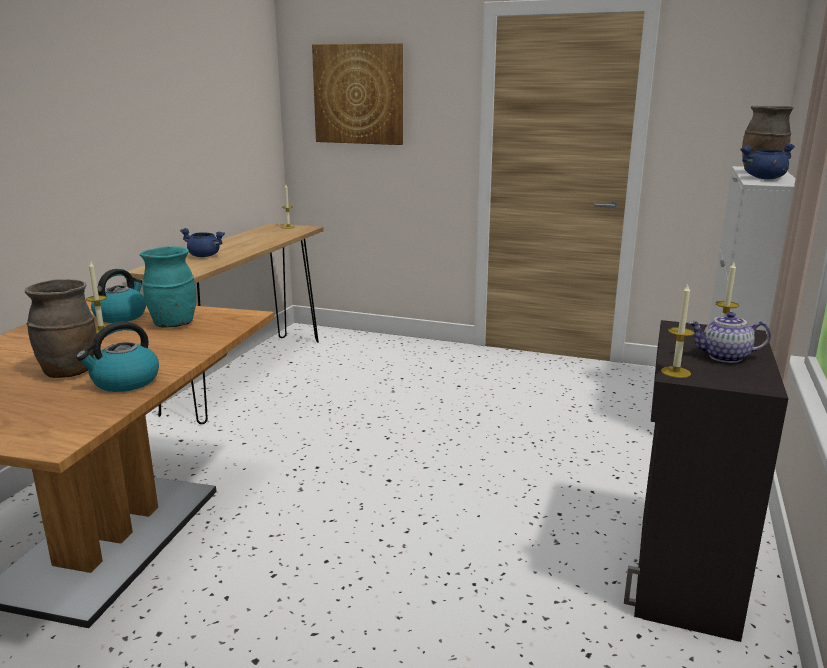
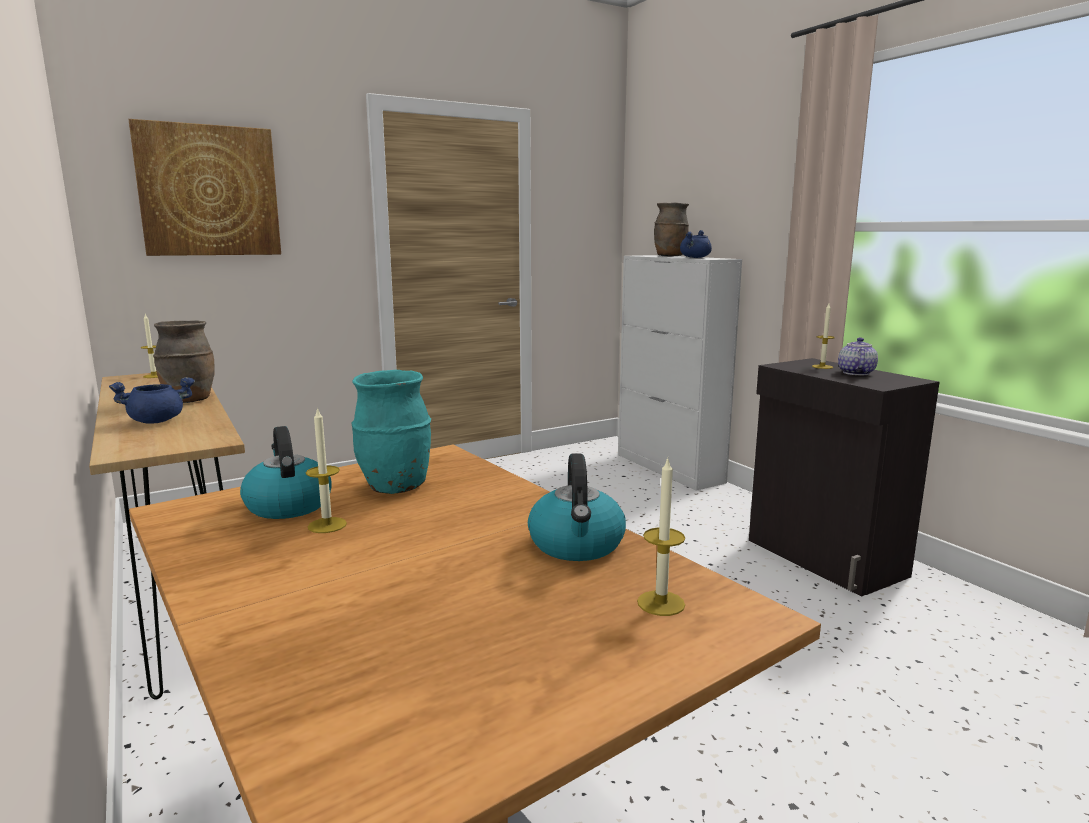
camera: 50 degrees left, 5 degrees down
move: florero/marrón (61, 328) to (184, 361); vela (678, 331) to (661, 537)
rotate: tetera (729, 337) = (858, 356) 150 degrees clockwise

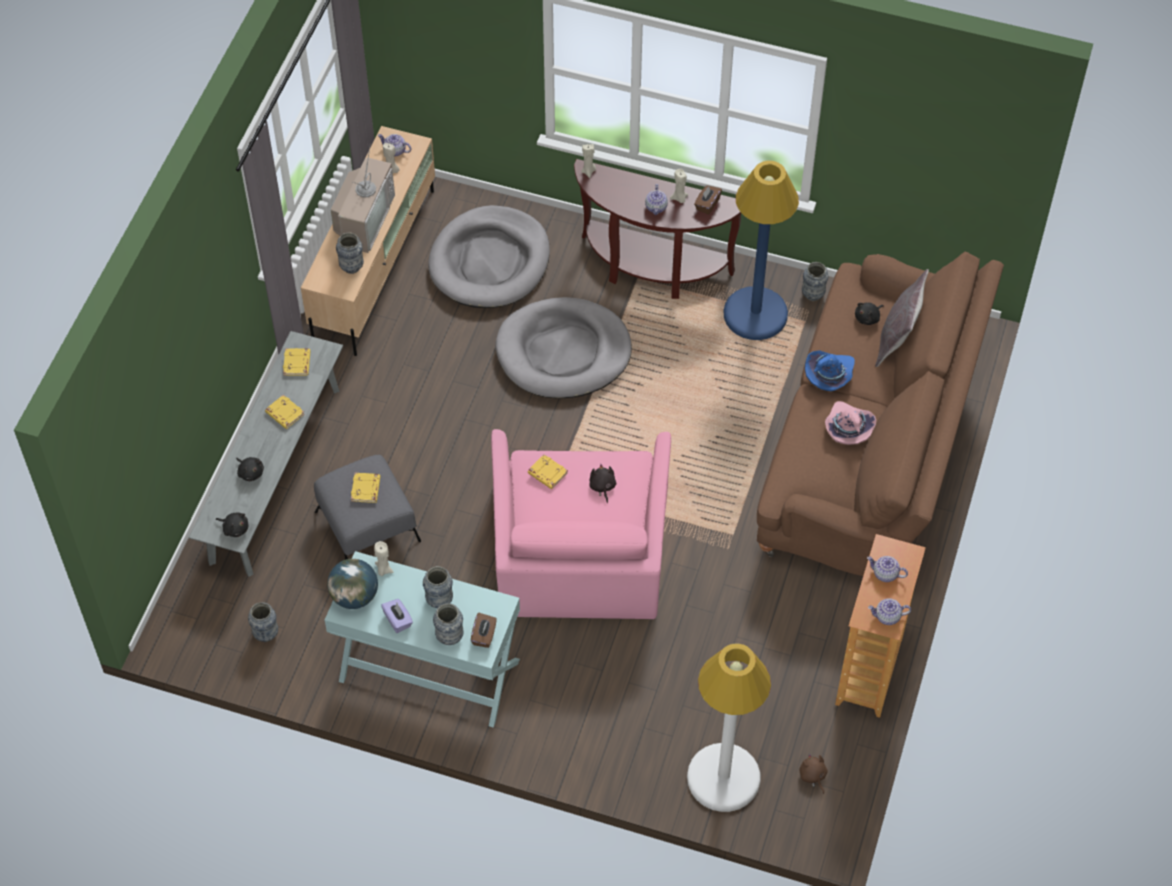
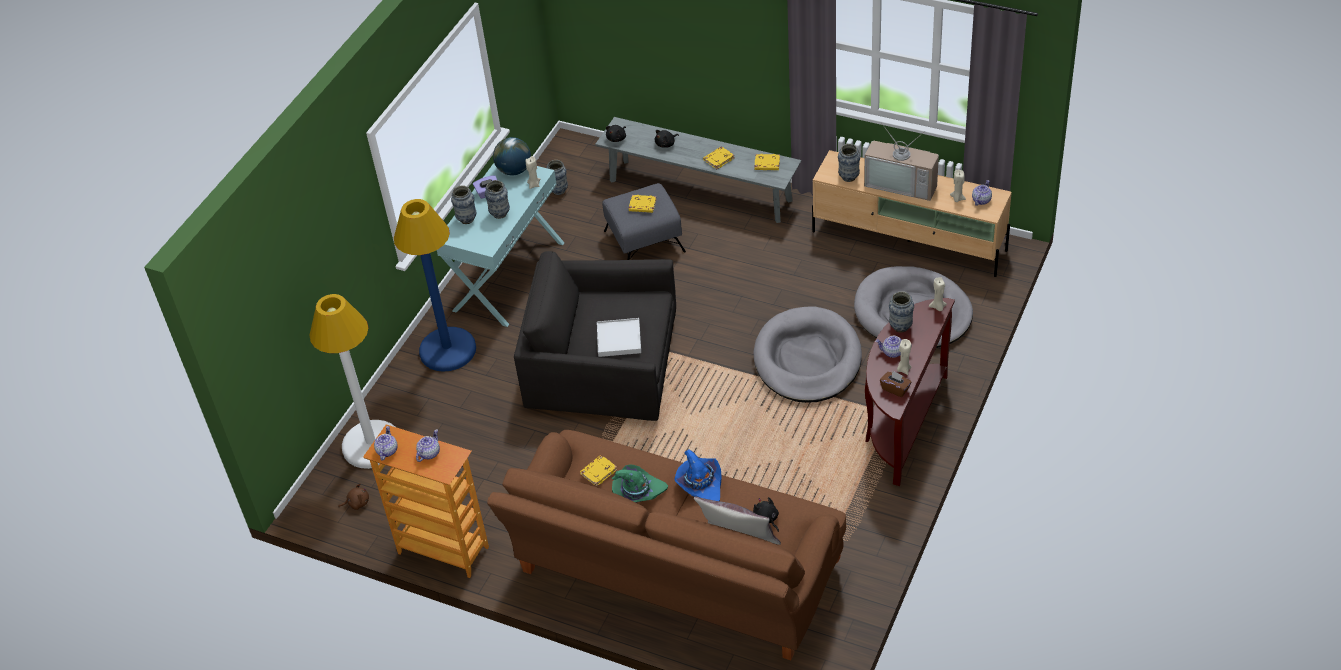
camera: 100 degrees right, 10 degrees down
delete: caja de pañuelos/marrón (484, 630)
move: lámpara de pie/azul (761, 250) to (435, 285); florero (815, 281) to (901, 312); libro/amarillo (548, 471) to (599, 471)
replace: peluche/negro (602, 484) to bandeja/blanco (619, 337)
recolor: sombrero/rosa (851, 423) to sombrero/verde (640, 483); sillón/rosa (581, 524) to sillón/negro (595, 336)

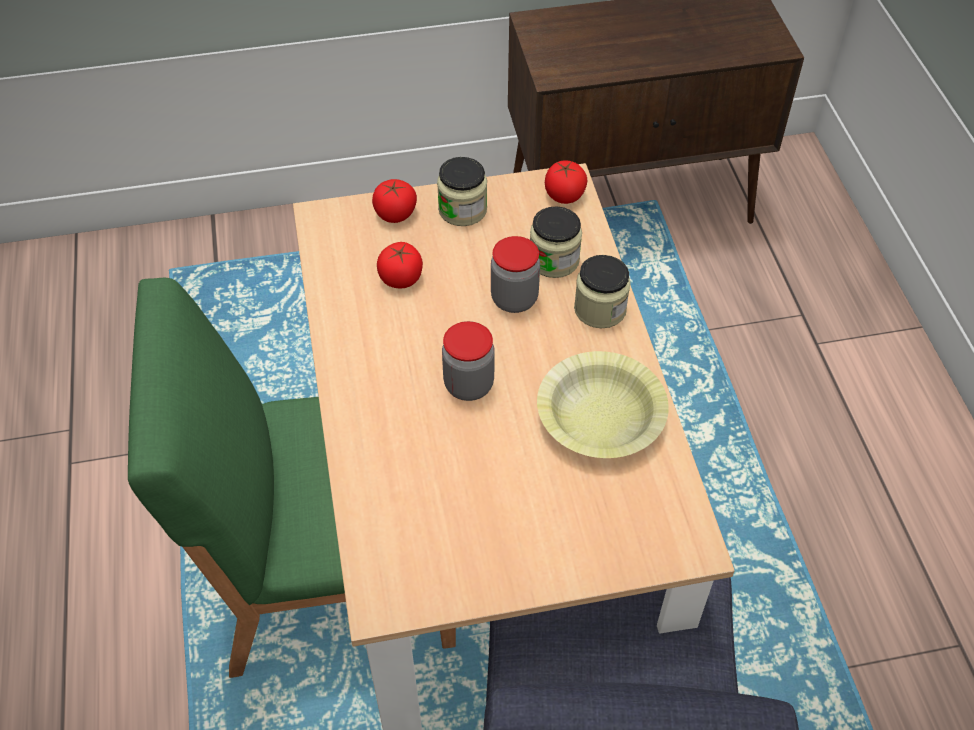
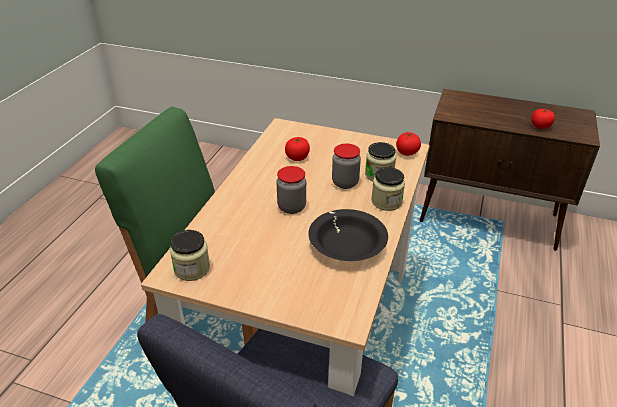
camera: 30 degrees right, 15 degrees down
move: tarro (462, 191) to (190, 255); tomate (394, 201) to (543, 119)
recolor: cuenco/amarillo (603, 404) to cuenco/negro (348, 235)

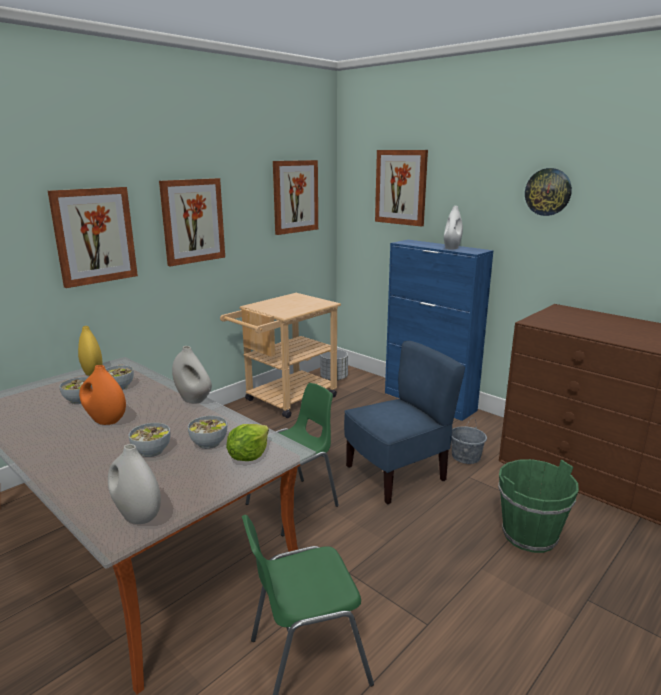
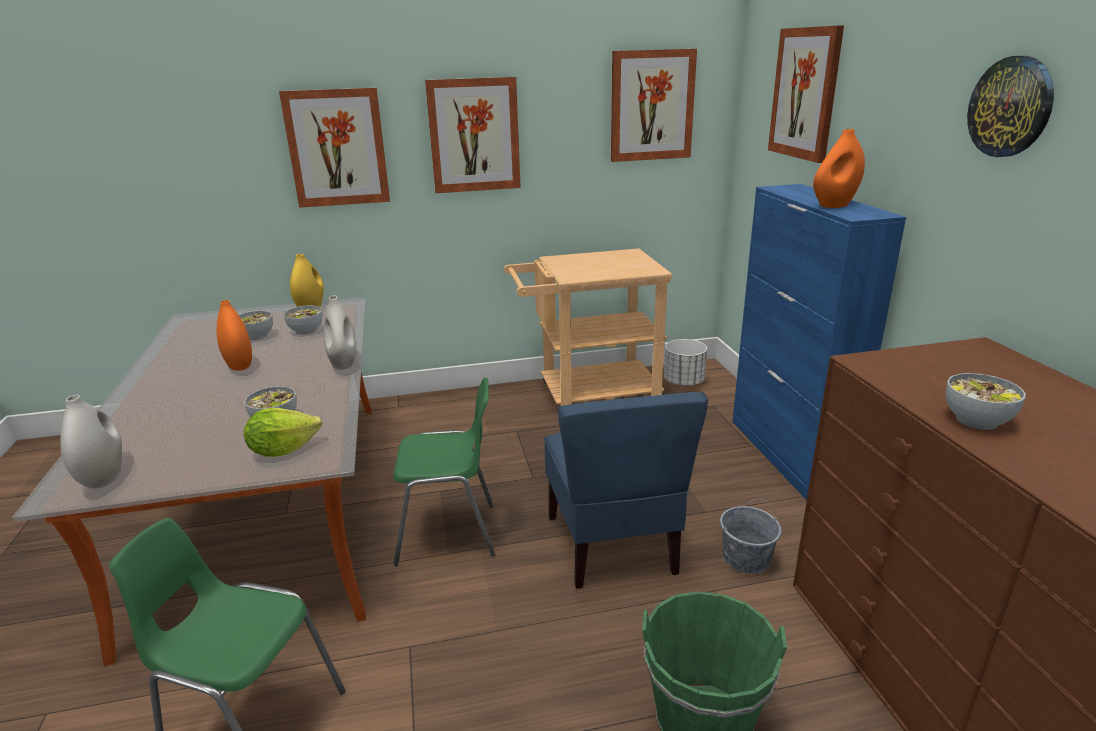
camera: 35 degrees right, 5 degrees up
move: cuenco (149, 440) to (986, 401)
recolor: florero/blanco (453, 228) to florero/naranja (839, 168)
rotate: silla/azul (404, 422) = (626, 490) 75 degrees clockwise

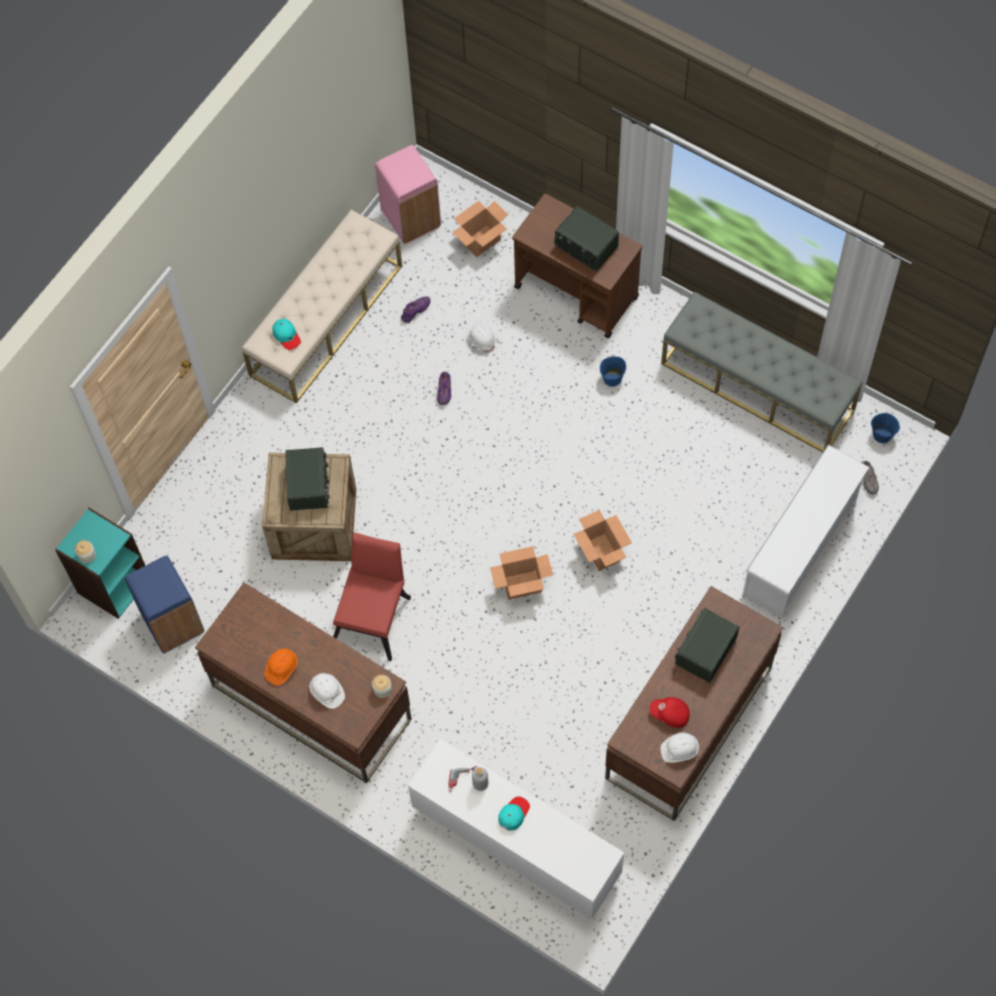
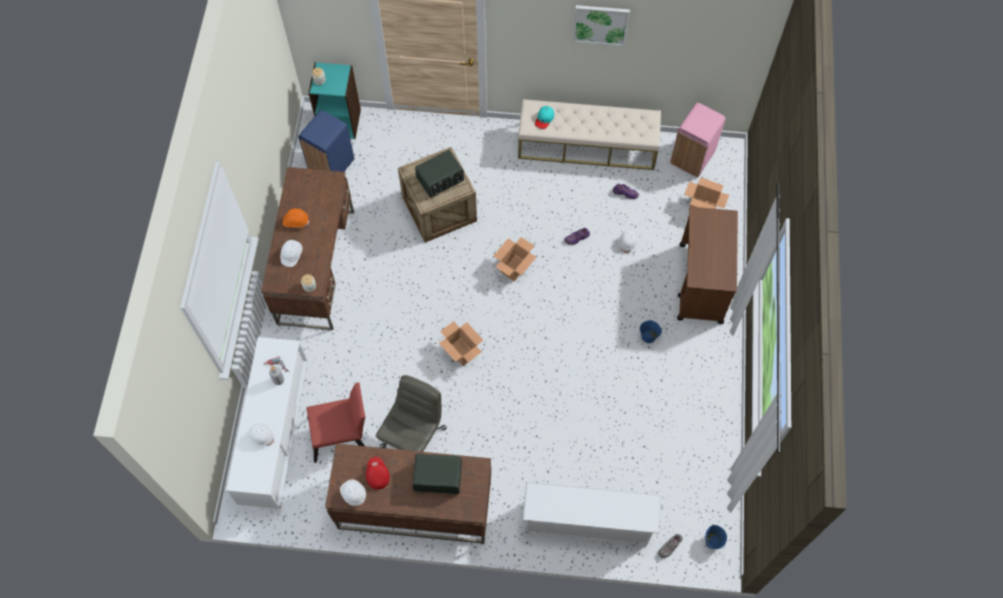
camera: 60 degrees right, 0 degrees up
delete: radio (587, 238); banco/gris (761, 372); gorra/turquesa (514, 814)
insert: cuadro (601, 25); silla de oficina/gris (411, 413); casco/blanco (260, 435)
move: caja de cartón (603, 540) to (515, 259); silla/rojo (372, 596) to (335, 422)

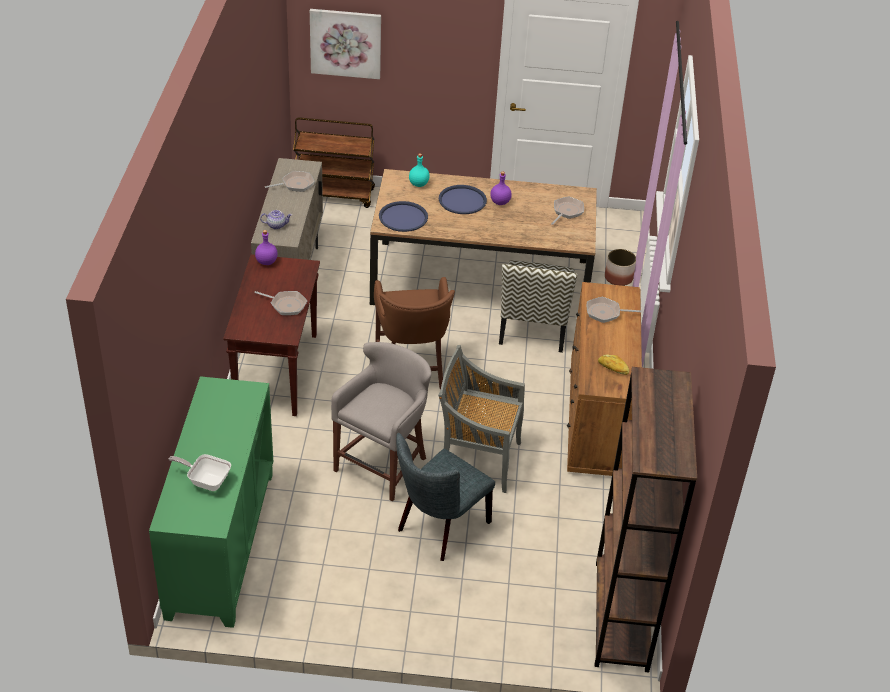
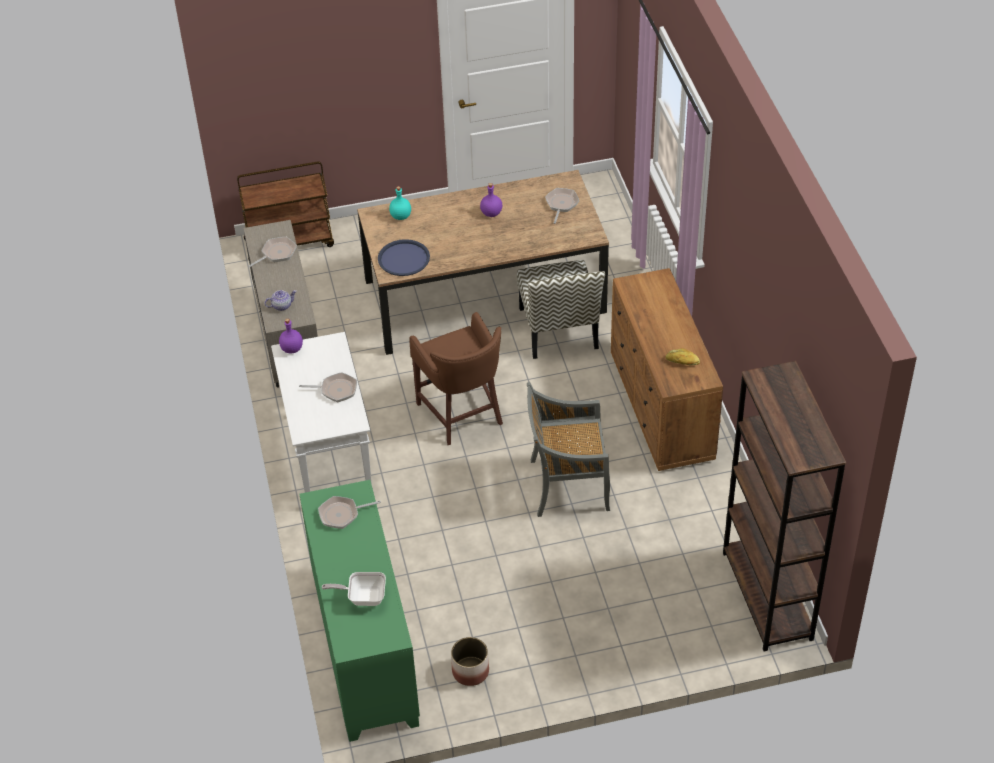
camera: 15 degrees left, 5 degrees up
delete: cuadro (345, 44); bandeja/azul (463, 199); taburete/gris (381, 421); silla/gris (445, 497)
move: maceta (620, 267) to (470, 661); sartén (614, 310) to (349, 512)
recolor: mesa consola/marrón (271, 335) to mesa consola/blanco (321, 412)

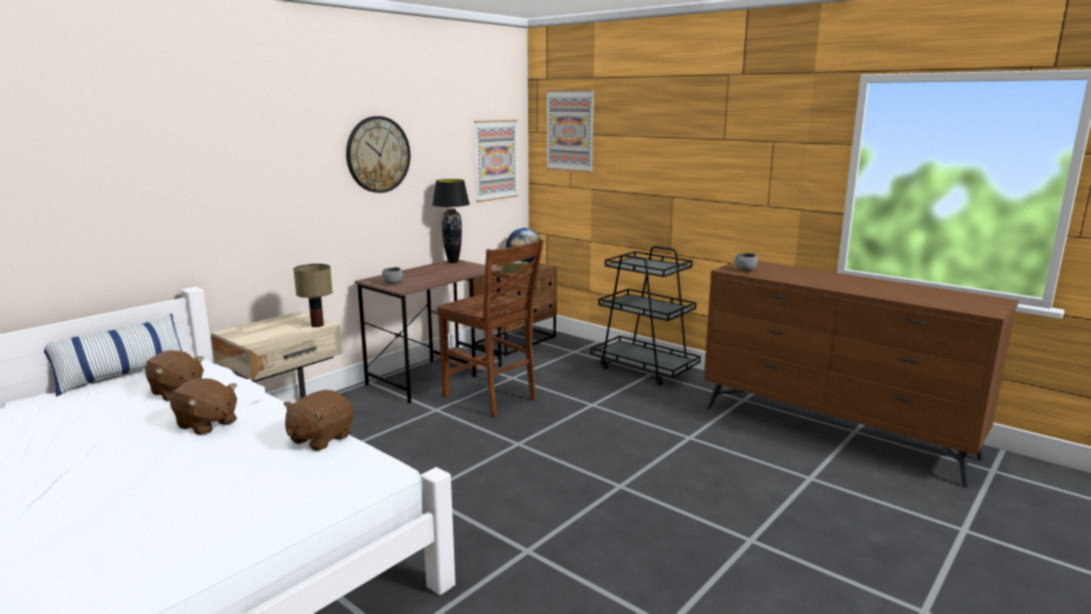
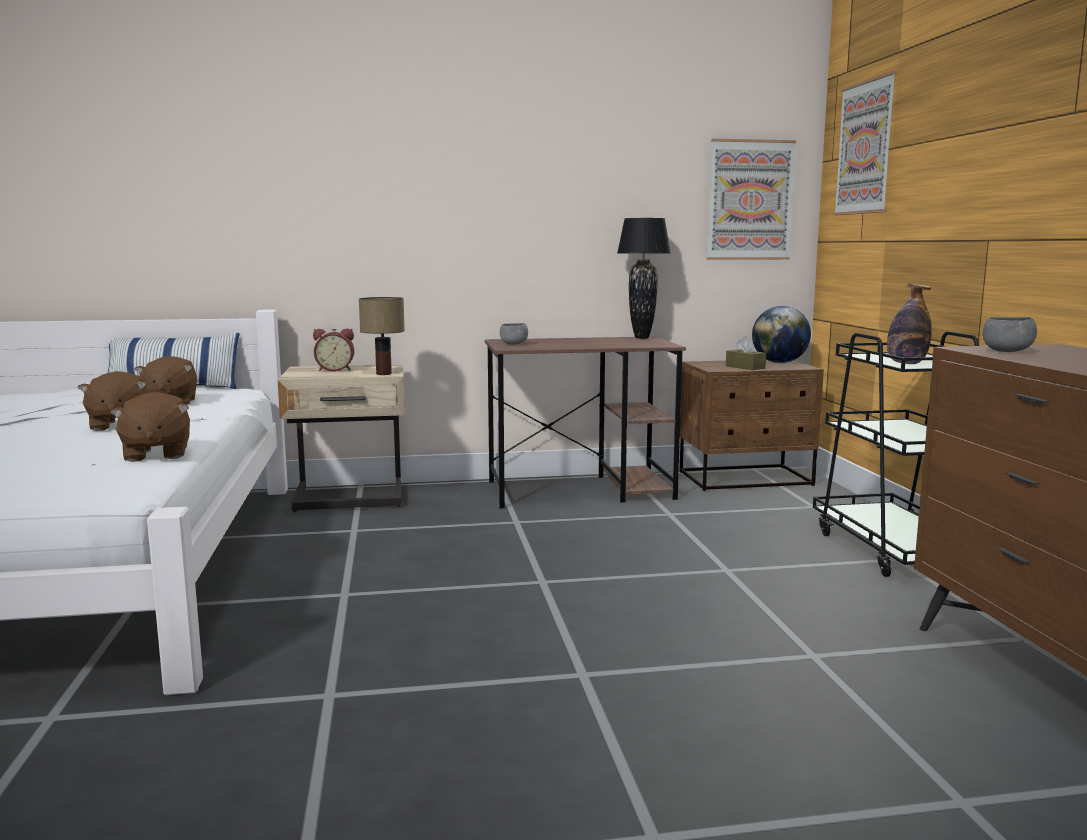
camera: 40 degrees right, 5 degrees down
delete: reloj de pared (378, 154); silla/marrón (490, 328)
insert: botella (909, 324); despertador (333, 350)
rotate: peluche/marrón (318, 420) = (150, 427) 90 degrees counterclockwise

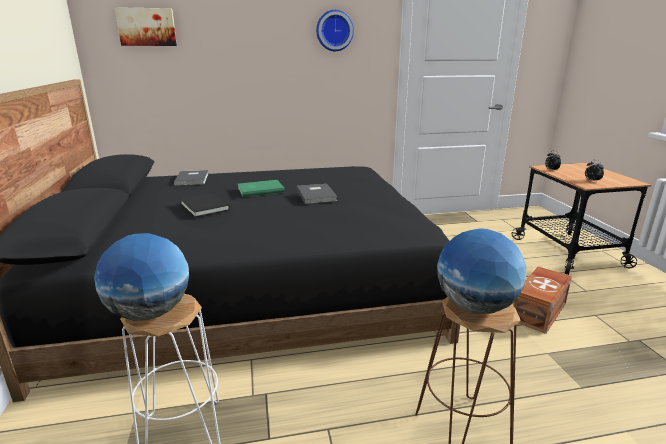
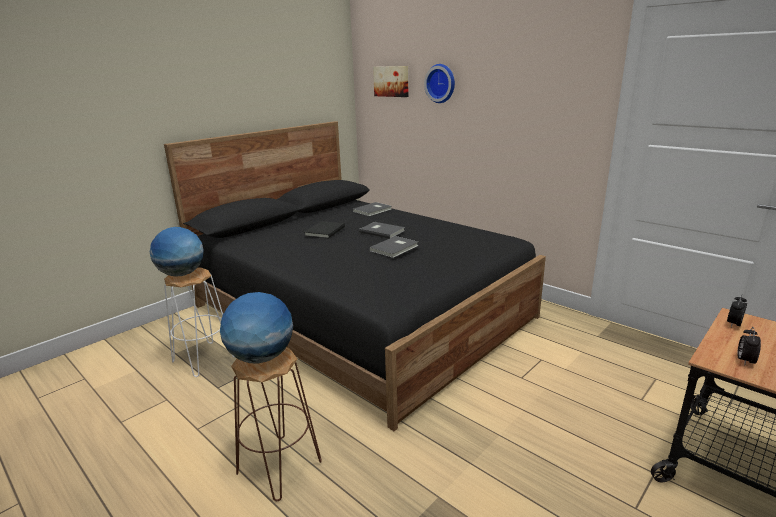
camera: 55 degrees right, 0 degrees up
delete: caja de almacenaje/marrón (542, 300)
move: reloj de pared (335, 30) to (439, 83)
recolor: libro/verde (261, 188) to libro/gris (382, 230)

